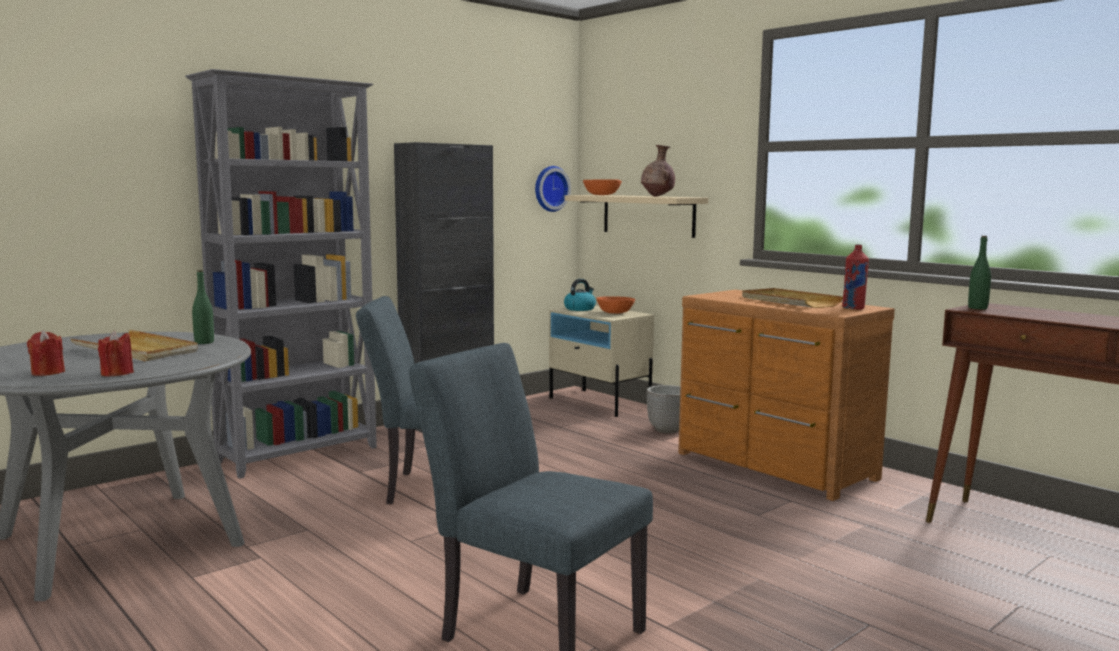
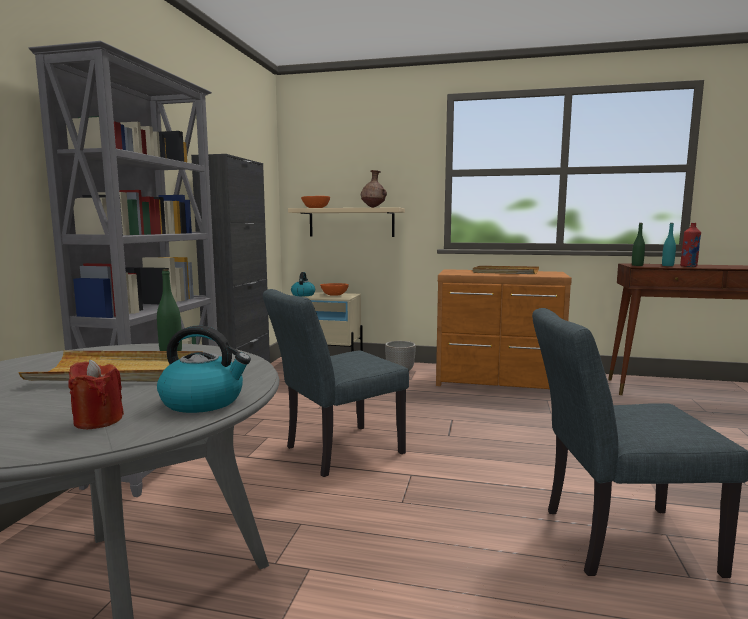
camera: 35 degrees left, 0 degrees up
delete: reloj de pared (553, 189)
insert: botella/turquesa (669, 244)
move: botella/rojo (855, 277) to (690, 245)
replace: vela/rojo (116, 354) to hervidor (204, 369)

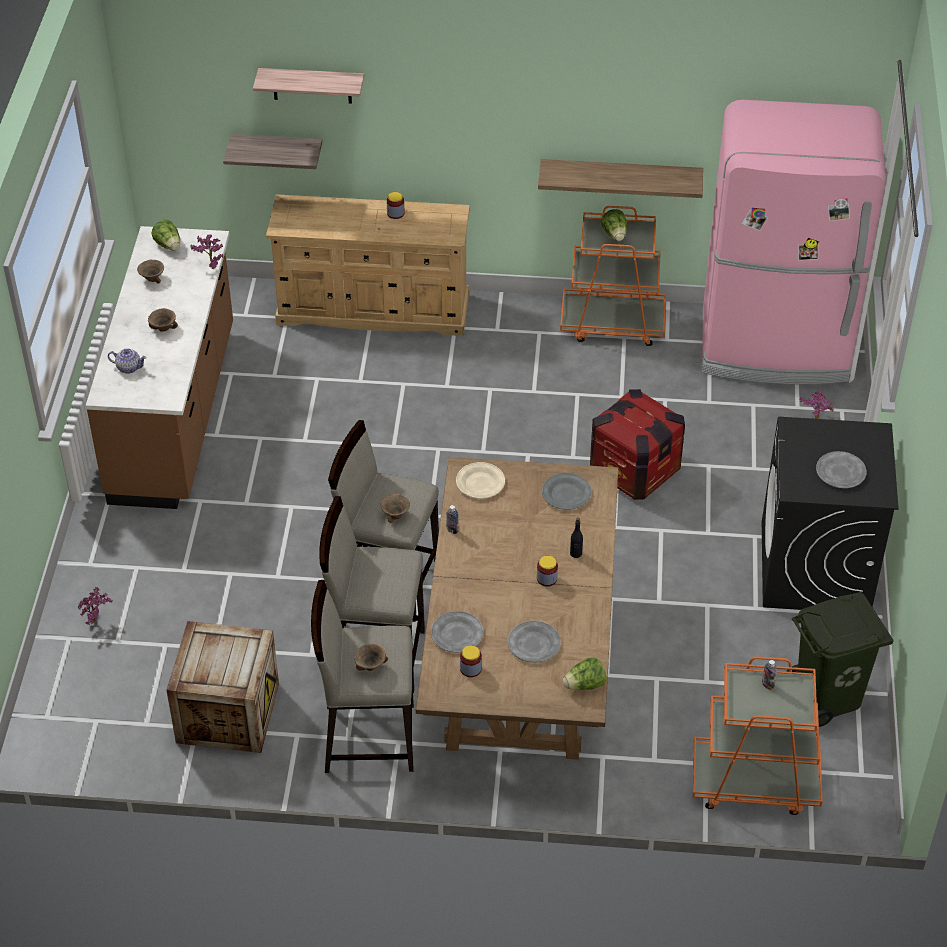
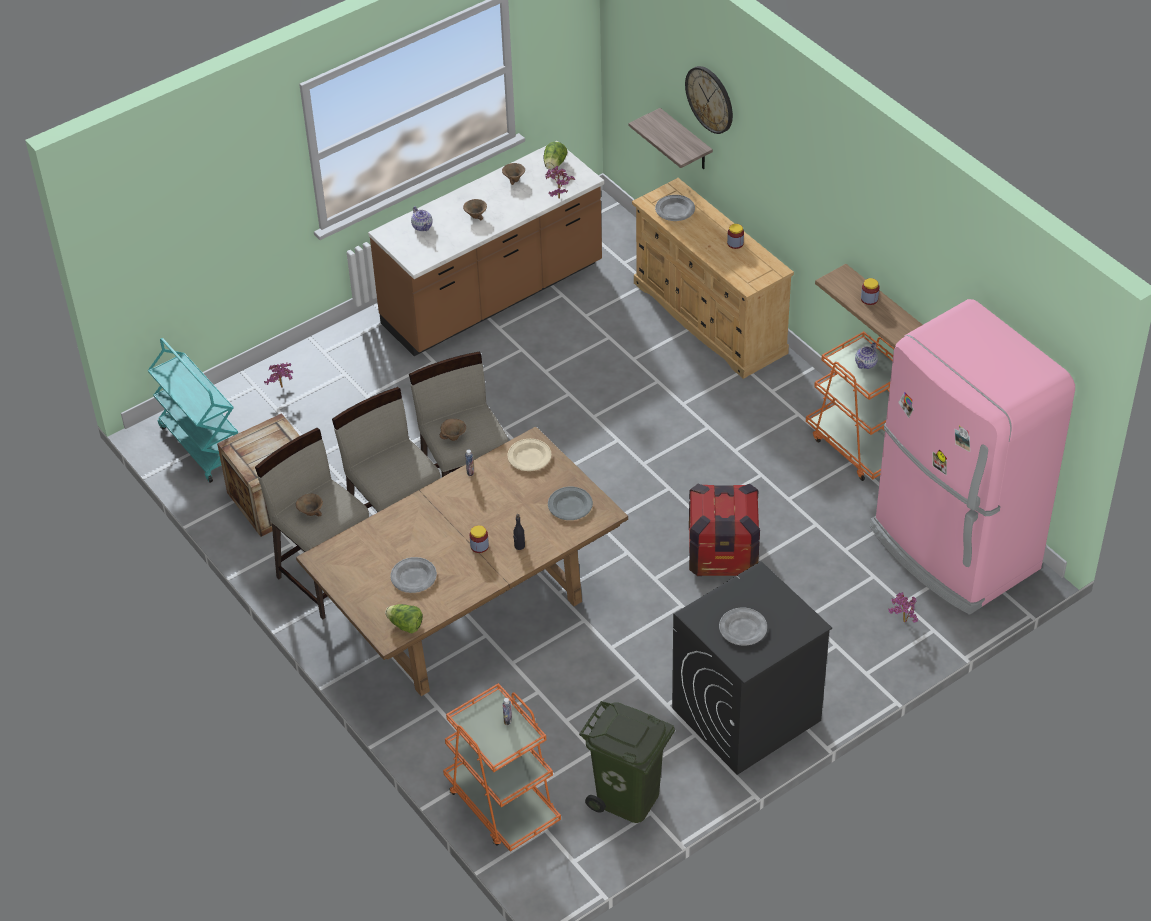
camera: 50 degrees right, 0 degrees up
insert: carrito/turquesa (193, 410)
move: plato/gris (457, 632) to (675, 208); tarro (471, 661) to (870, 291)
replace: estante (308, 86) to reloj de pared (709, 100); lechuga (614, 225) to tetera (866, 355)

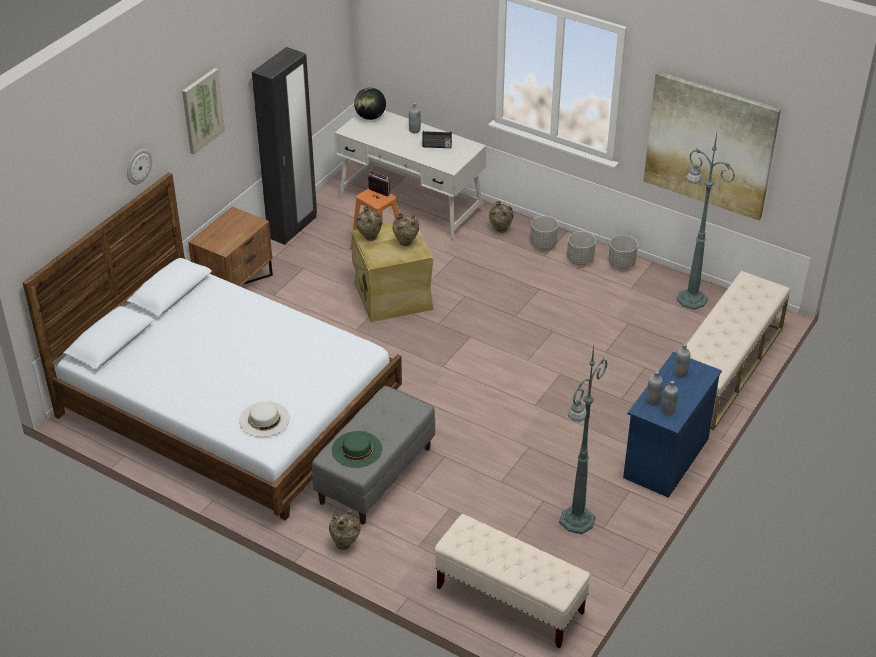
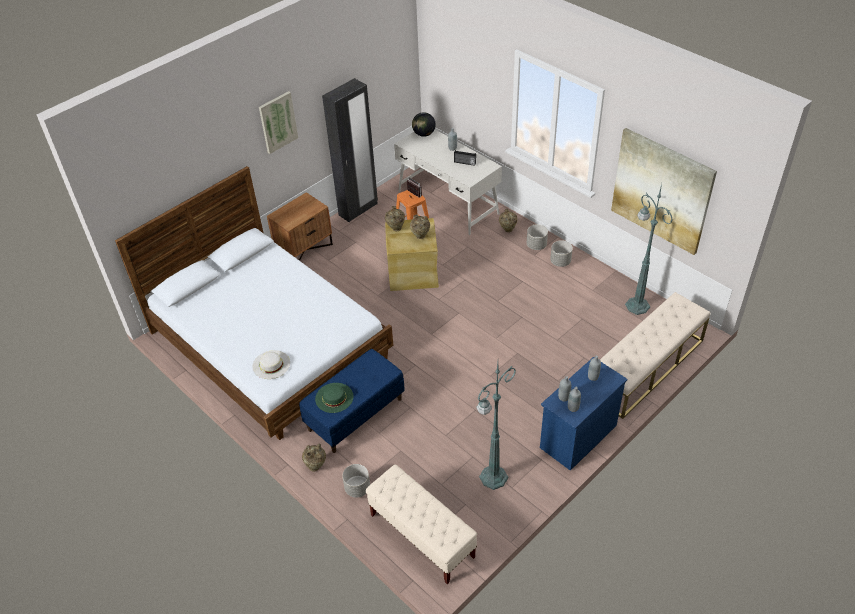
camera: 15 degrees right, 5 degrees up
delete: reloj de pared (139, 167)
move: maceta/gris (623, 252) to (356, 481)
recolor: banco/gris (373, 455) to banco/azul (352, 401)

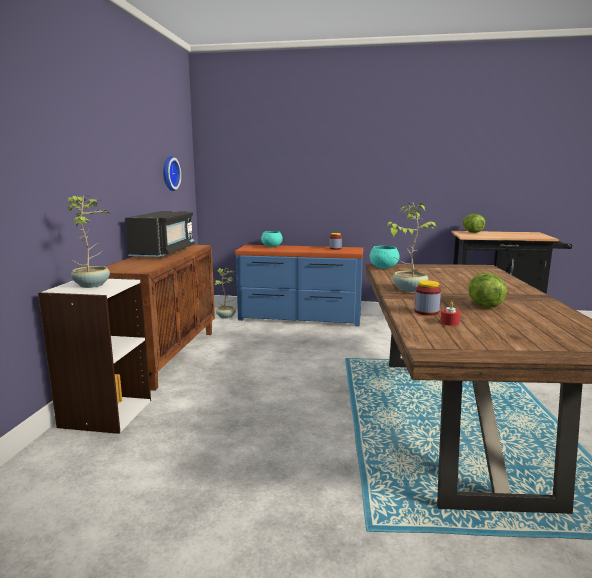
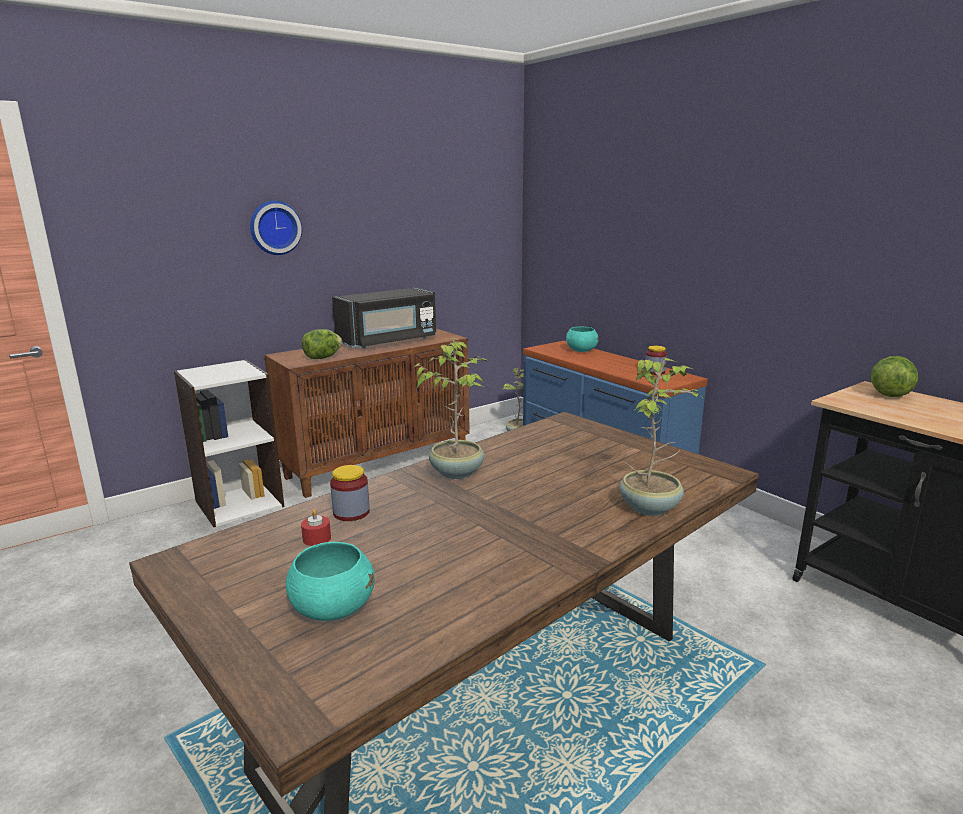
camera: 45 degrees right, 5 degrees up
move: reloj de pared (172, 173) to (276, 228); planta en maceta (89, 241) to (659, 437); cuenco/turquesa (384, 257) to (330, 581); lechuga (487, 290) to (322, 344)

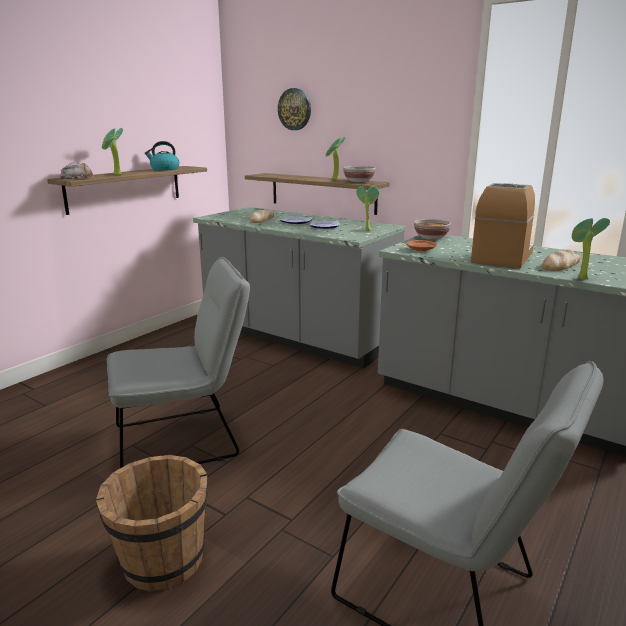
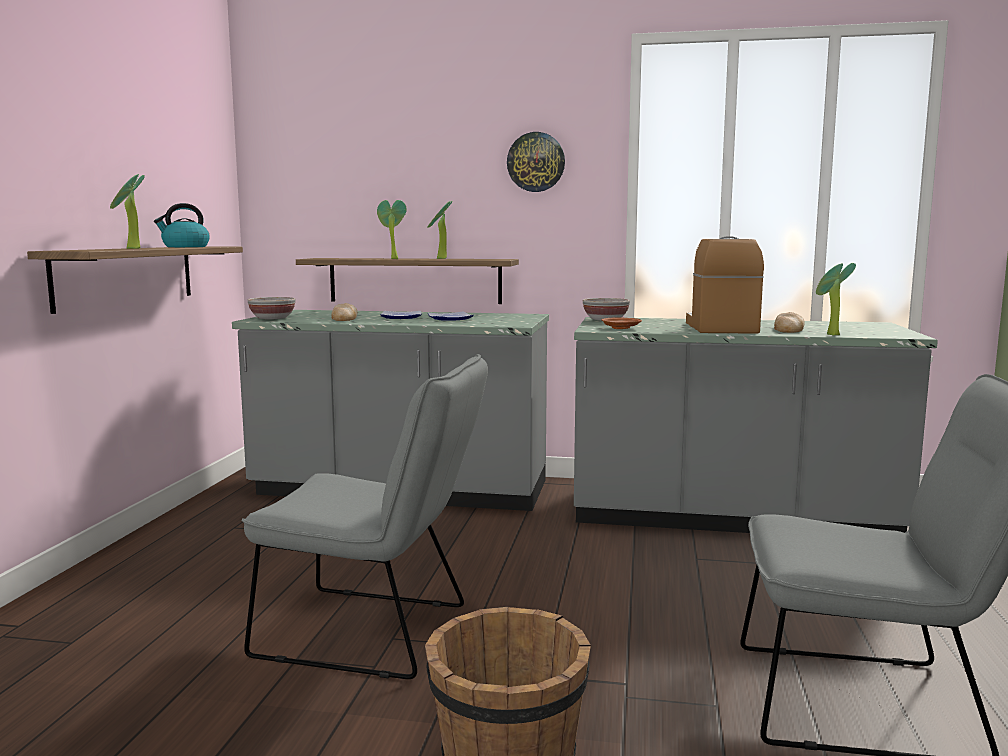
camera: 25 degrees left, 10 degrees down
delete: pan (77, 170)
move: reloj de pared (294, 109) to (536, 162); cuenco (359, 174) to (272, 308); planta en maceta (367, 208) to (392, 229)
rotate: silla/gris (178, 362) = (365, 516) 60 degrees clockwise

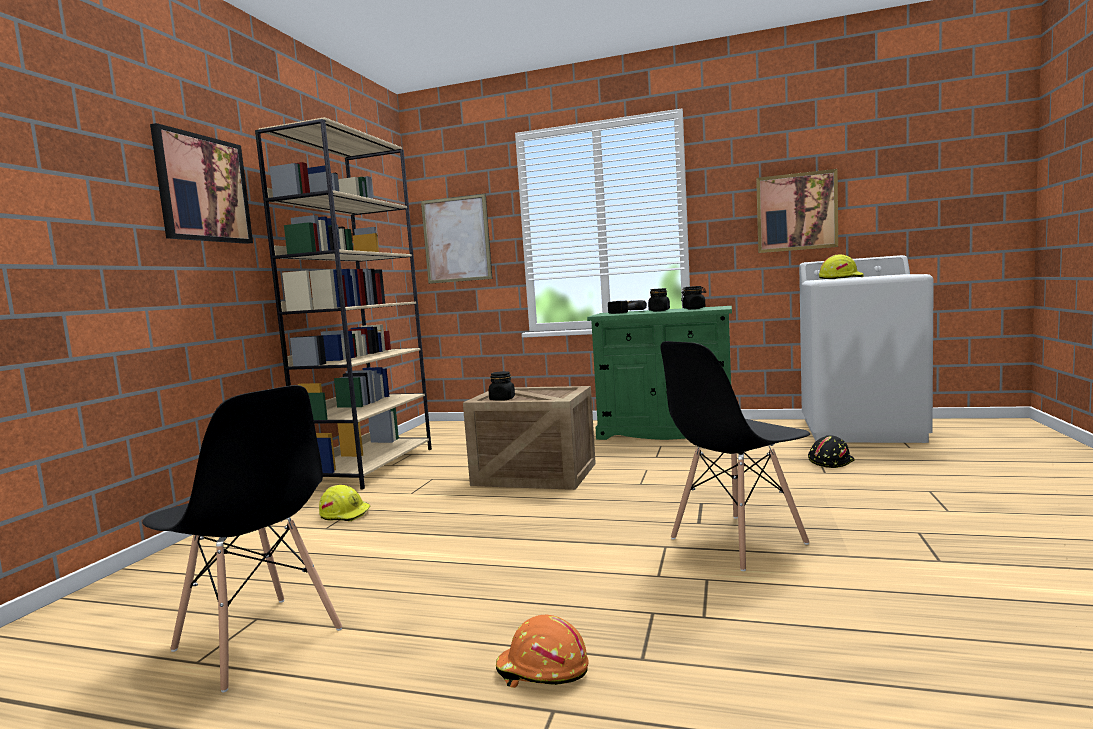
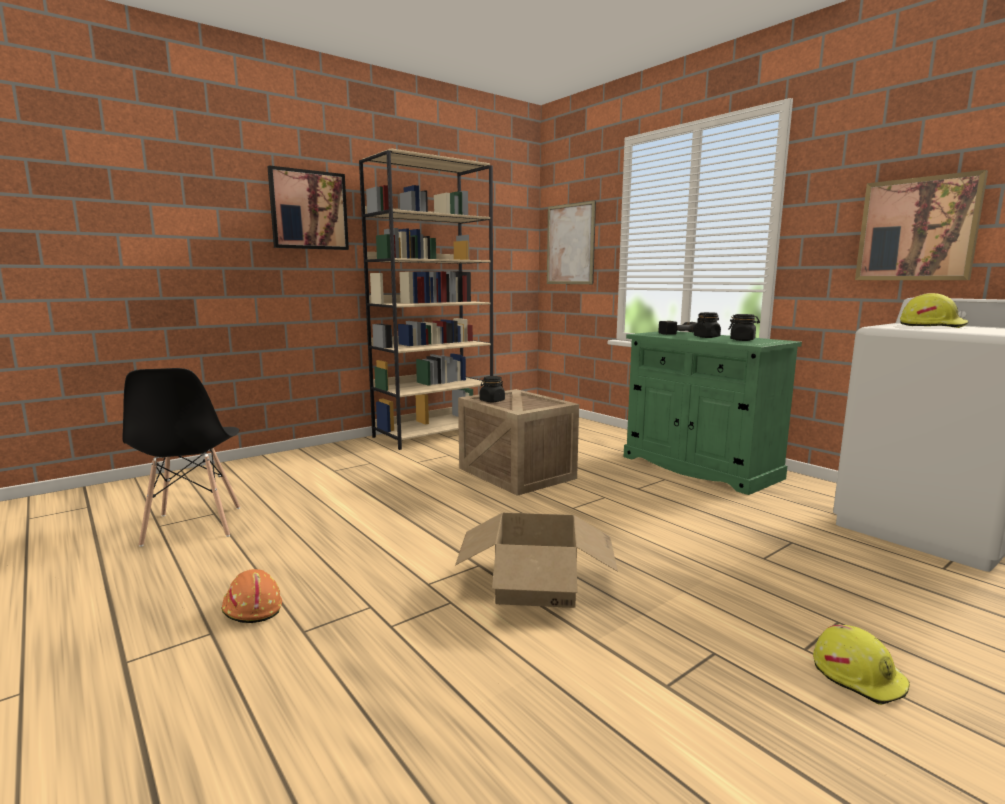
camera: 35 degrees right, 5 degrees up
delete: casco/negro (831, 451)
move: casco/amarillo (345, 503) to (861, 665)
replace: silla/negro (735, 456) to caja de cartón (536, 560)

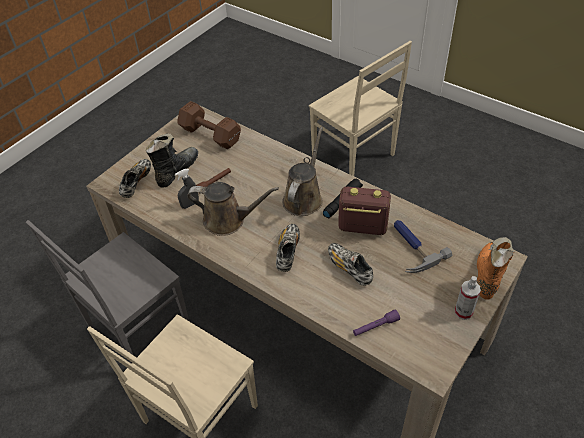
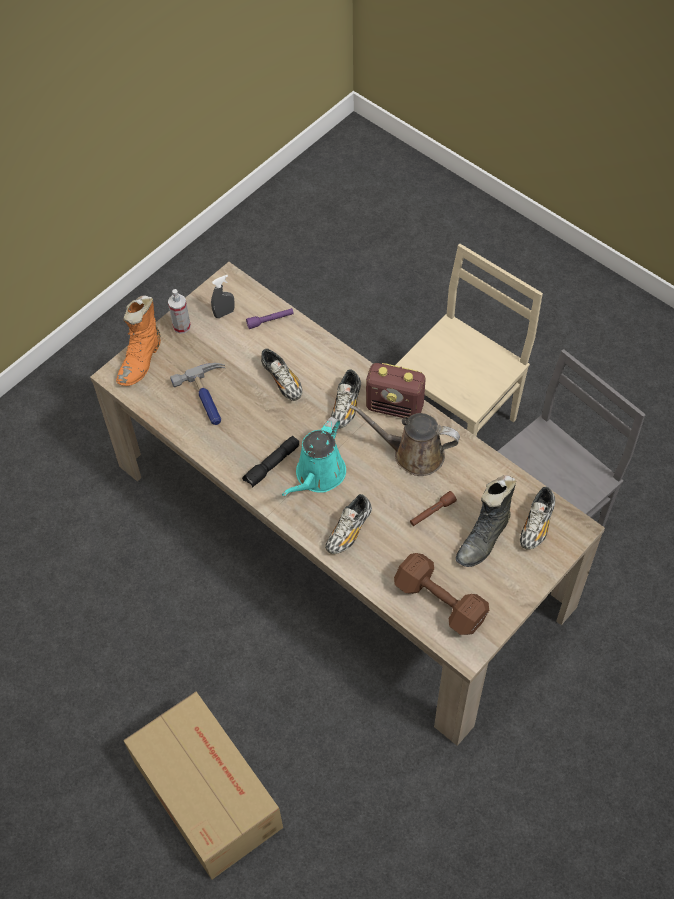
camera: 175 degrees left, 10 degrees up
insert: zapato (348, 524)
move: pulverizador/gris (187, 189) to (223, 296); radio (364, 211) to (395, 390)
replace: silla/beis (360, 108) to caja de cartón (203, 785)
recolor: regadera/marrón (302, 171) to regadera/turquesa (314, 456)

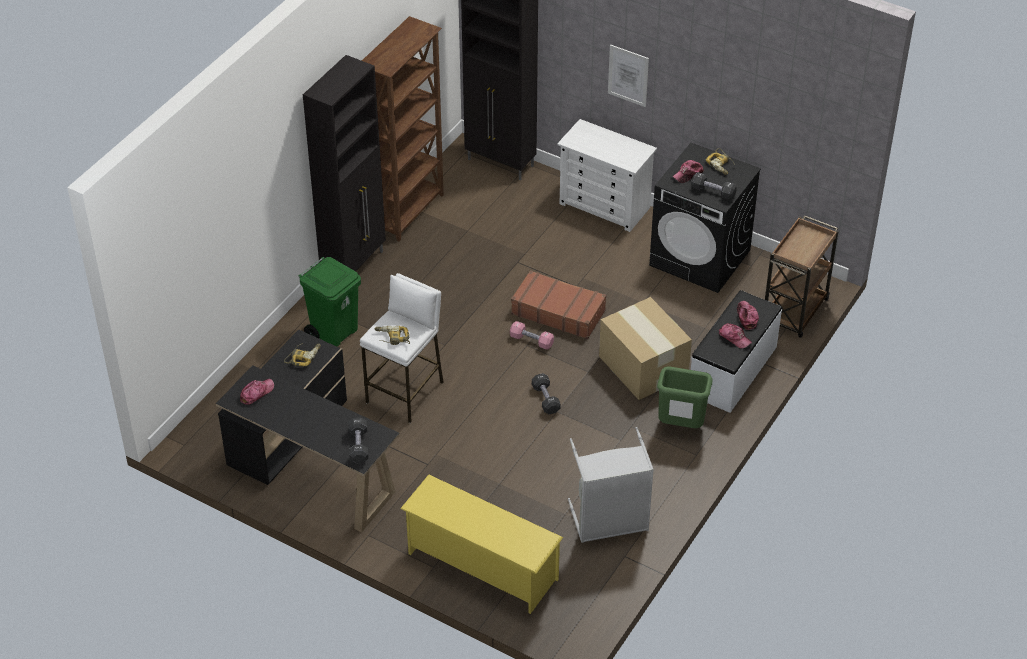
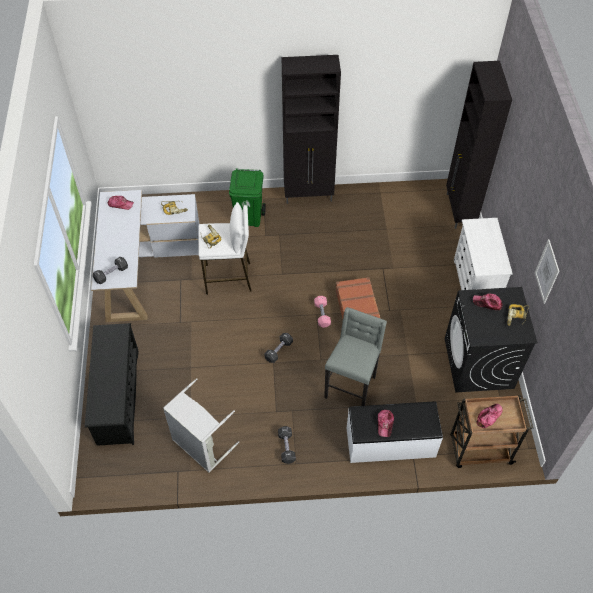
camera: 55 degrees right, 10 degrees up
delete: estantería/marrón (403, 129); papelera/verde (684, 397)
move: cuadro (628, 76) to (547, 271); mancuerna/negro (714, 186) to (287, 445); gorra (748, 315) to (489, 416)
replace: caja de cartón (645, 348) to taburete/gris (355, 356)
recolor: escritorio/negro (308, 430) to escritorio/blanco (145, 256); zapatero/amarillo (481, 544) to zapatero/negro (112, 384)

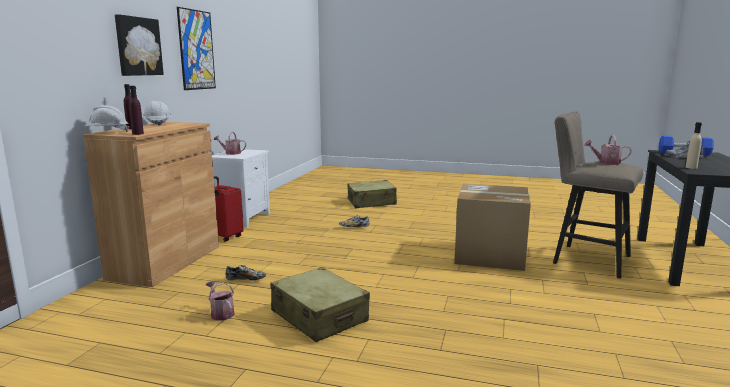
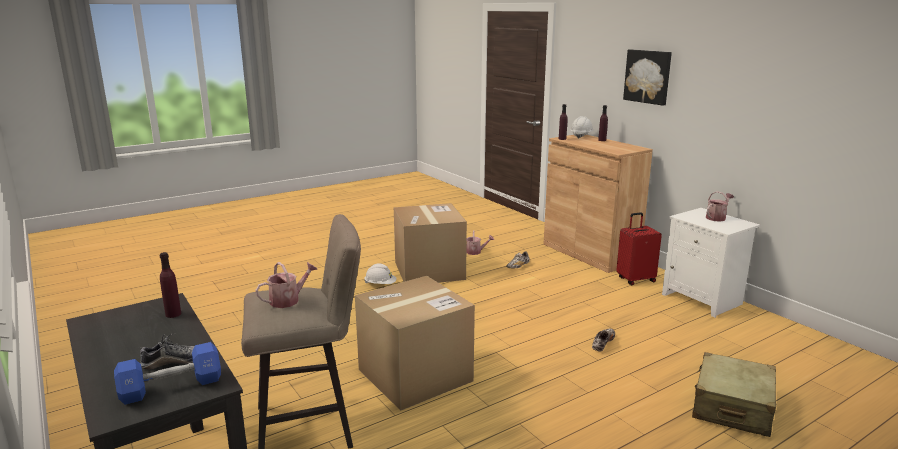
camera: 130 degrees right, 5 degrees up
delete: cuadro (196, 48)
move: casco/blanco (157, 113) to (380, 273)
replace: maleta/beis (320, 304) to caja de cartón (430, 243)
recolor: botella/beis (694, 145) to botella/morado (170, 285)

